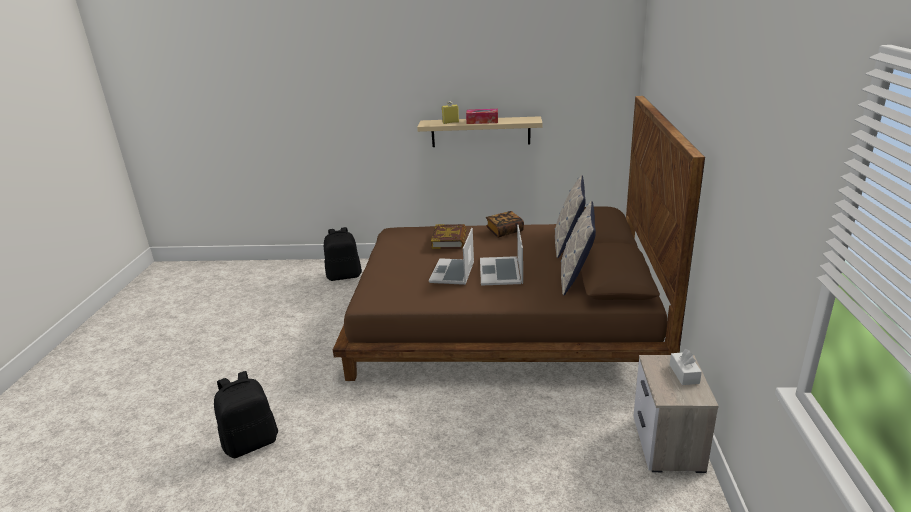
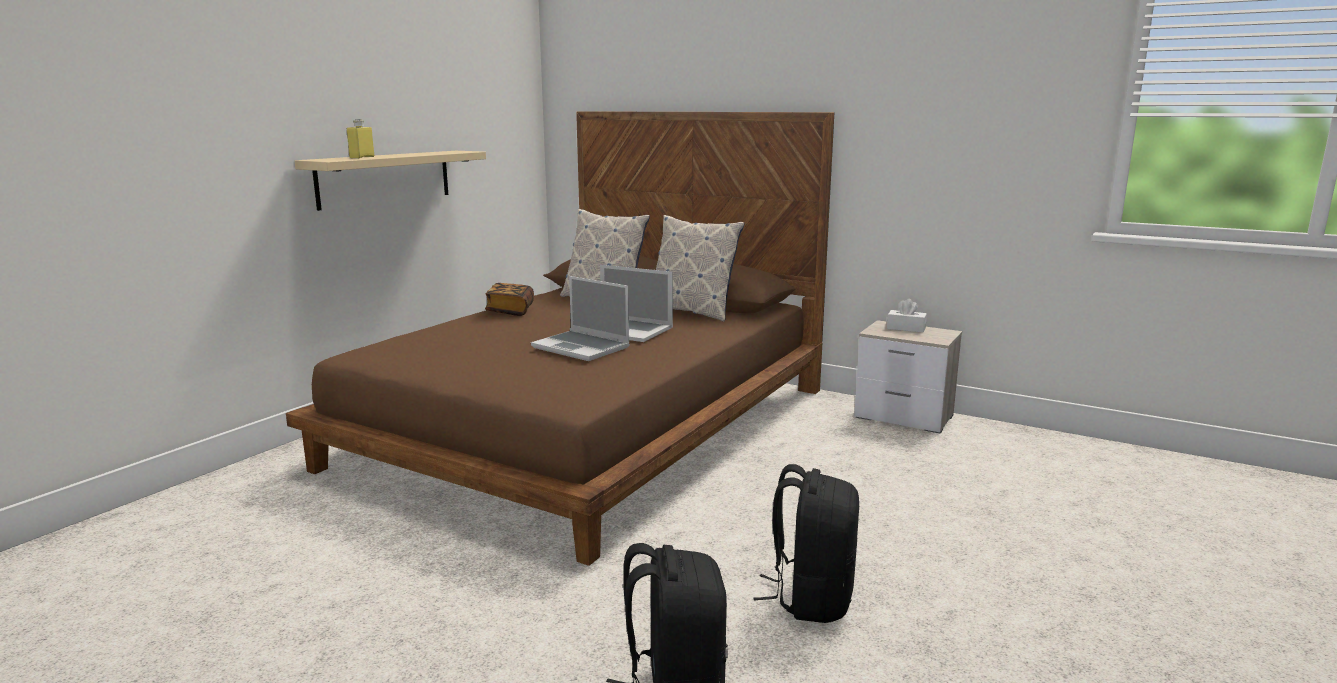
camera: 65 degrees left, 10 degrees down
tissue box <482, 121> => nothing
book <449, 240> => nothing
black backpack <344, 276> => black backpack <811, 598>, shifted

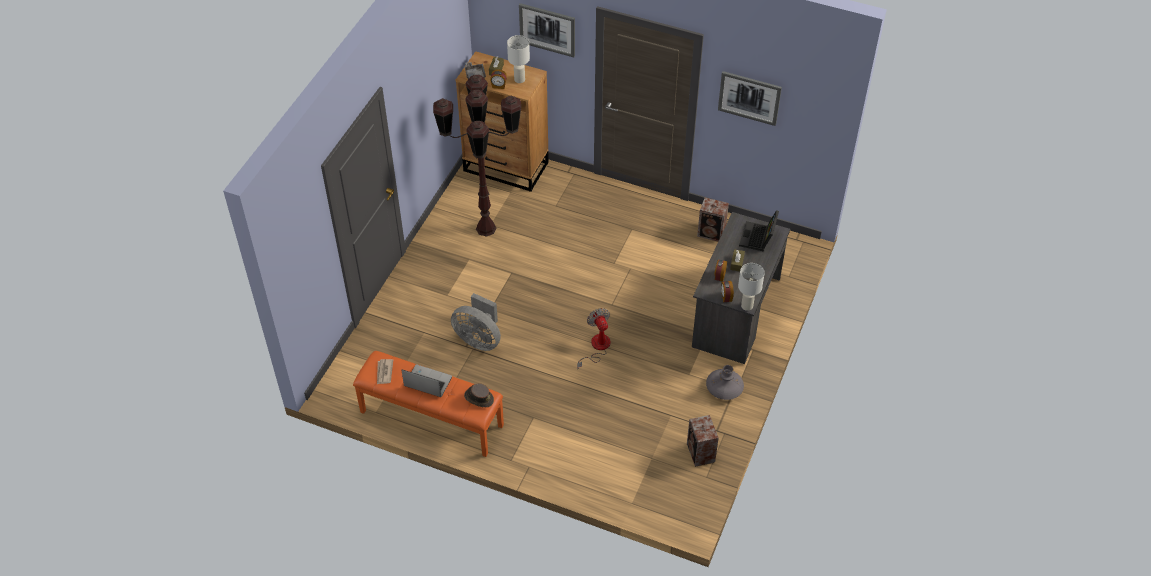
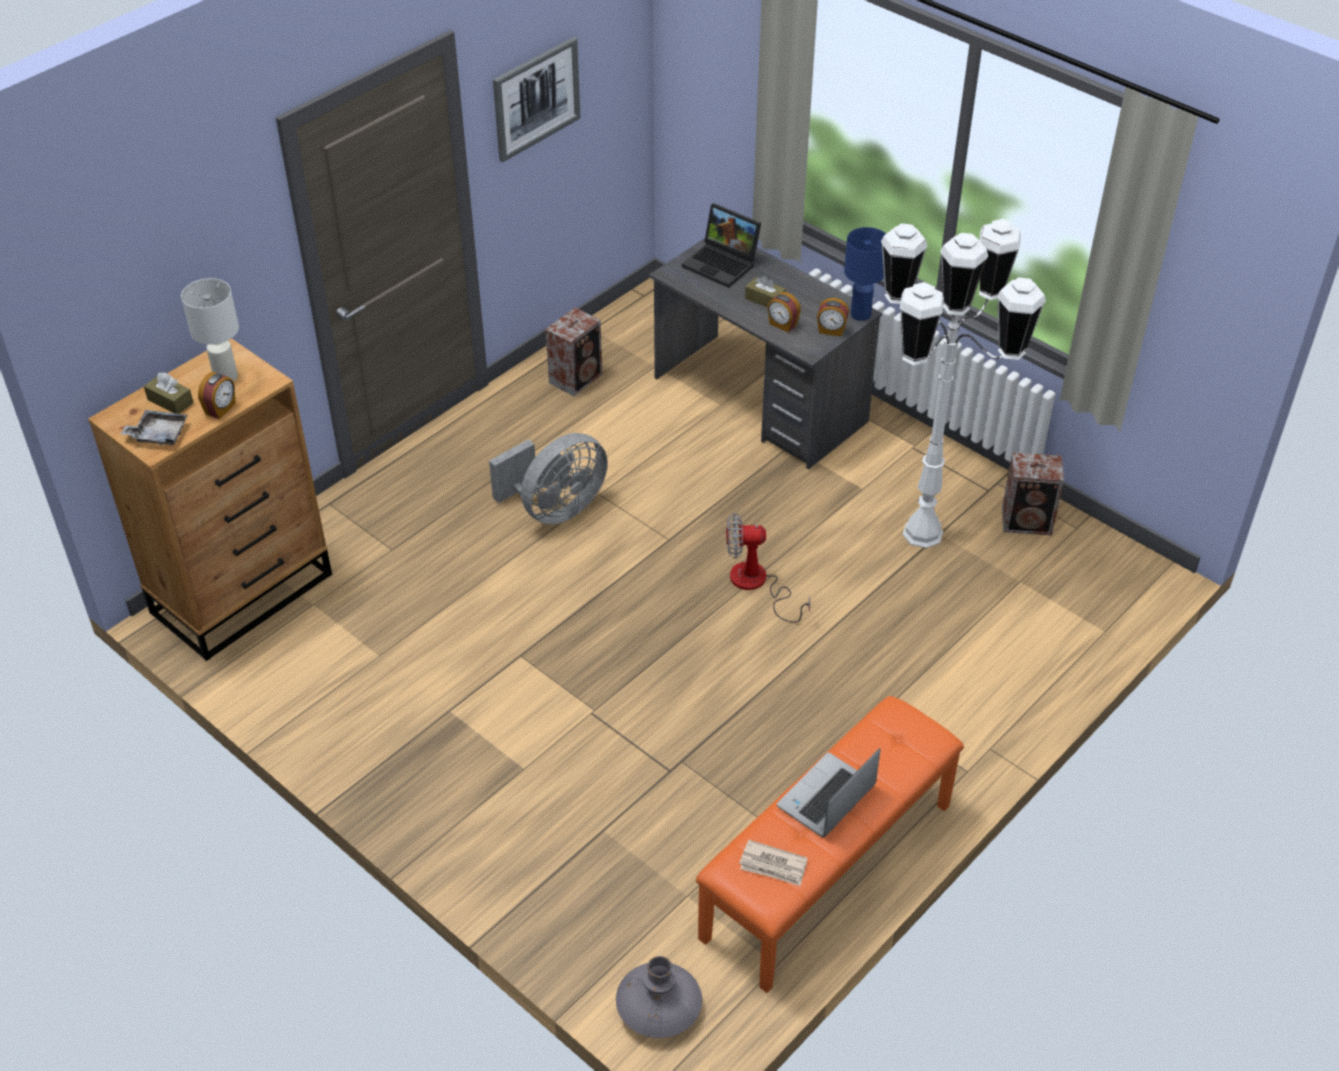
camera: 70 degrees left, 5 degrees down
picture <547, 29> => nothing
brown floor lamp <486, 229> => nothing
white table lamp <746, 305> => blue table lamp <860, 314>
grey fan <479, 339> => grey fan <555, 509>, shifted
grey vase <724, 388> => grey vase <659, 1007>, shifted
brown hat <478, 398> => nothing
nothing => white floor lamp <923, 533>

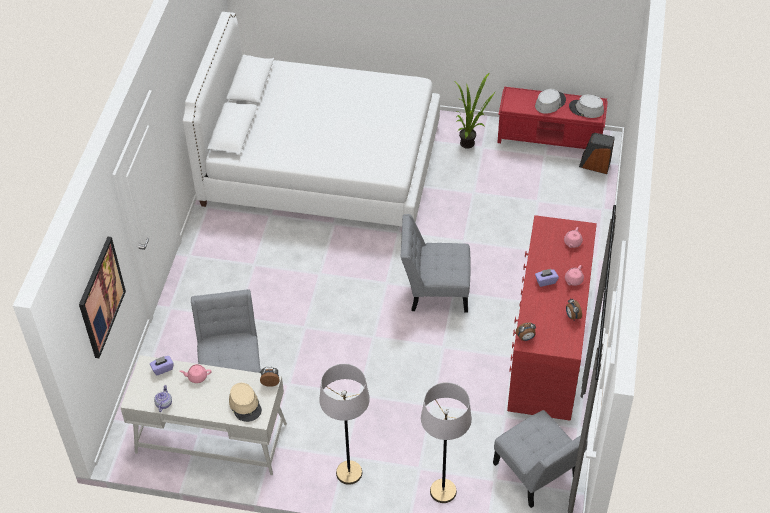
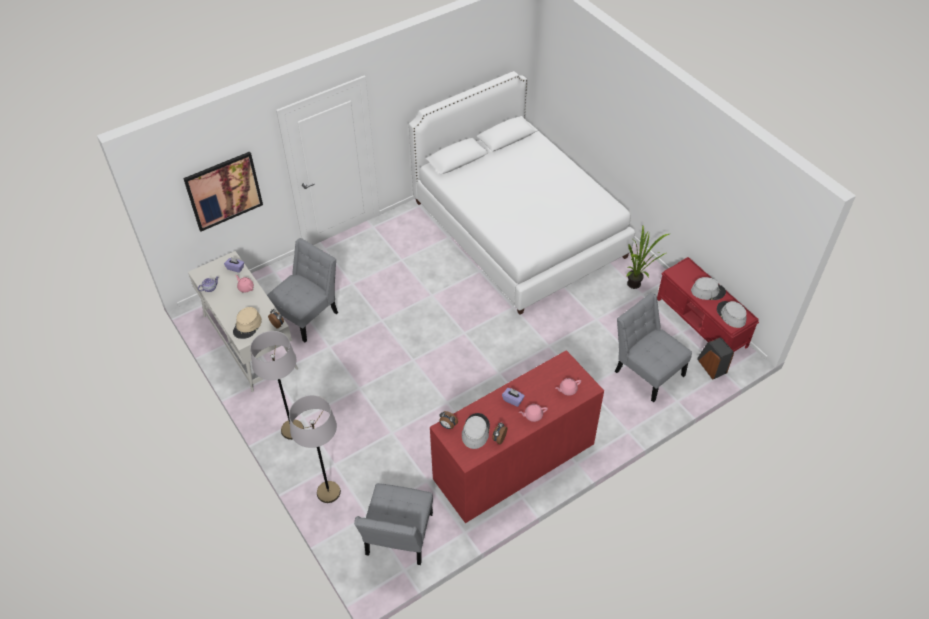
camera: 45 degrees right, 0 degrees up
grey chair <435, 290> => grey chair <646, 370>, shifted
nothing => grey hat <475, 431>

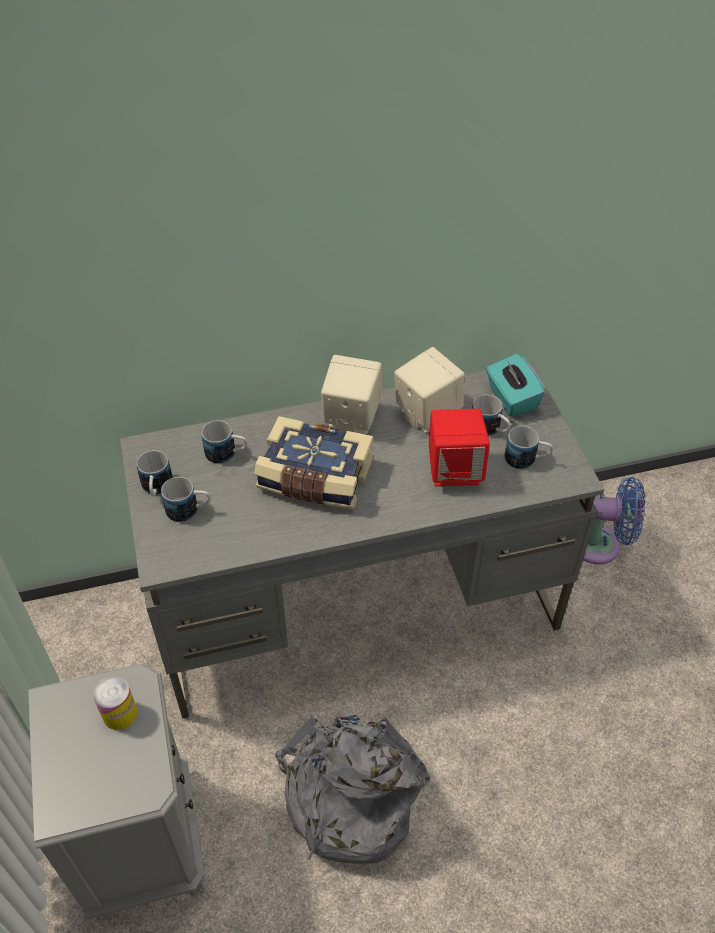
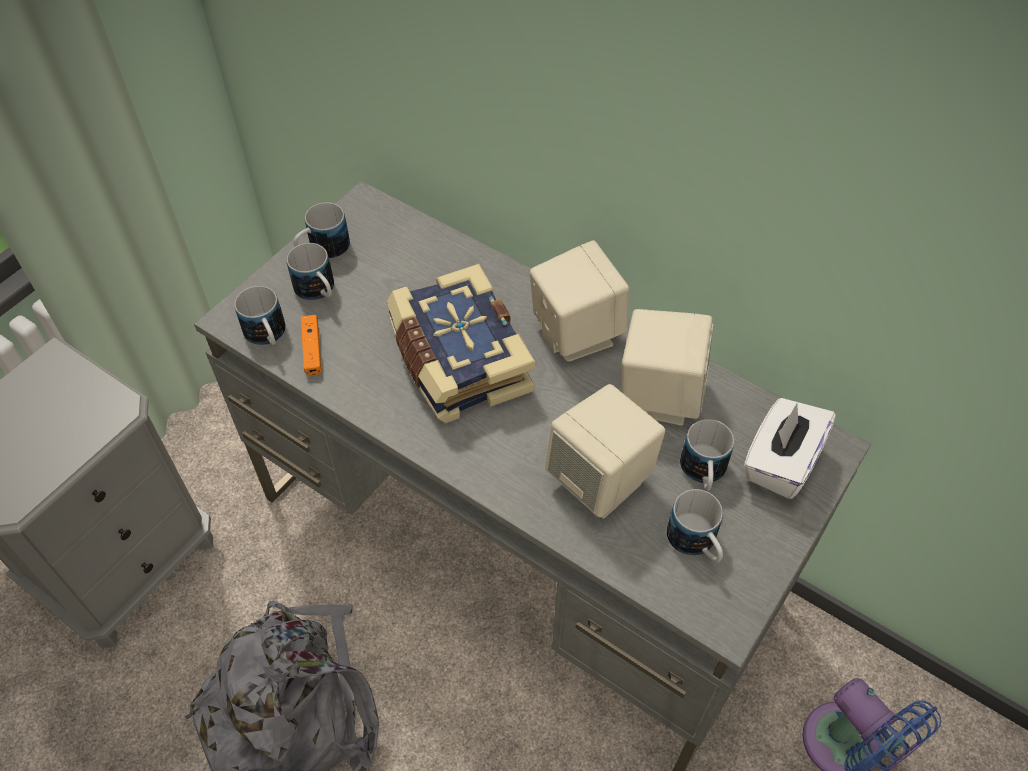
camera: 50 degrees right, 5 degrees up
turquoise tissue box <511, 399> => white tissue box <780, 462>
red speaker <455, 470> => beige speaker <601, 480>
mug <227, 454> => mug <268, 337>, shifted
can <120, 713> => nothing
nothing => orange game controller <312, 349>

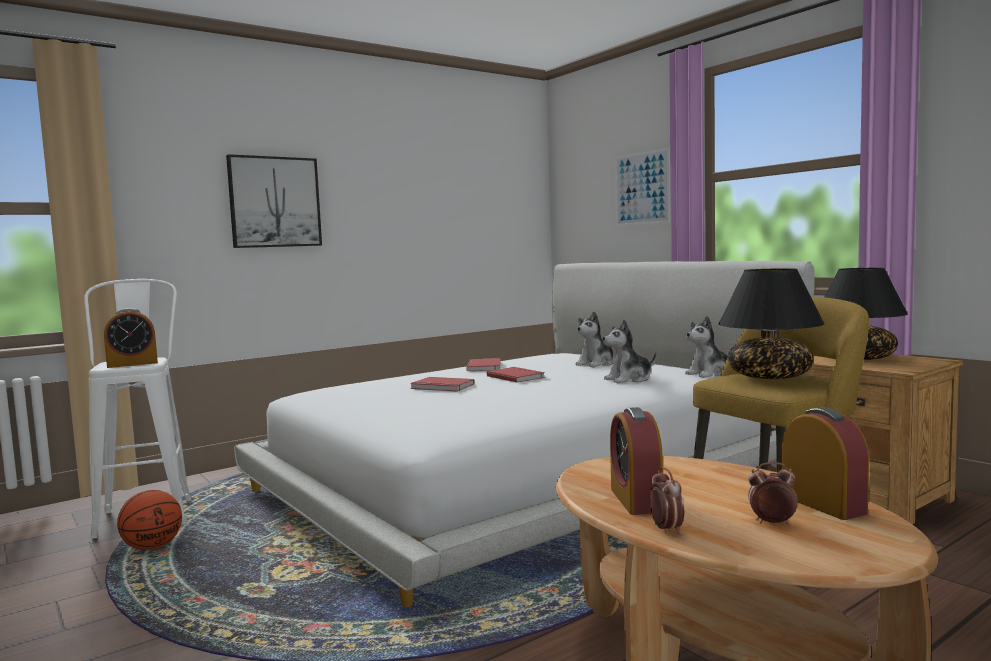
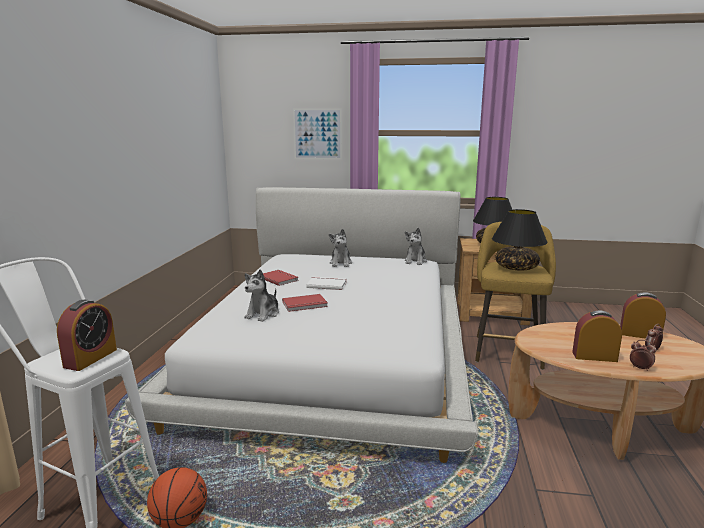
camera: 45 degrees left, 10 degrees up
picture <274, 202> => nothing
plush toy <629, 379> => plush toy <263, 314>, shifted
red book <516, 377> => white book <327, 284>
alarm clock <636, 500> => alarm clock <594, 356>, 150 degrees clockwise

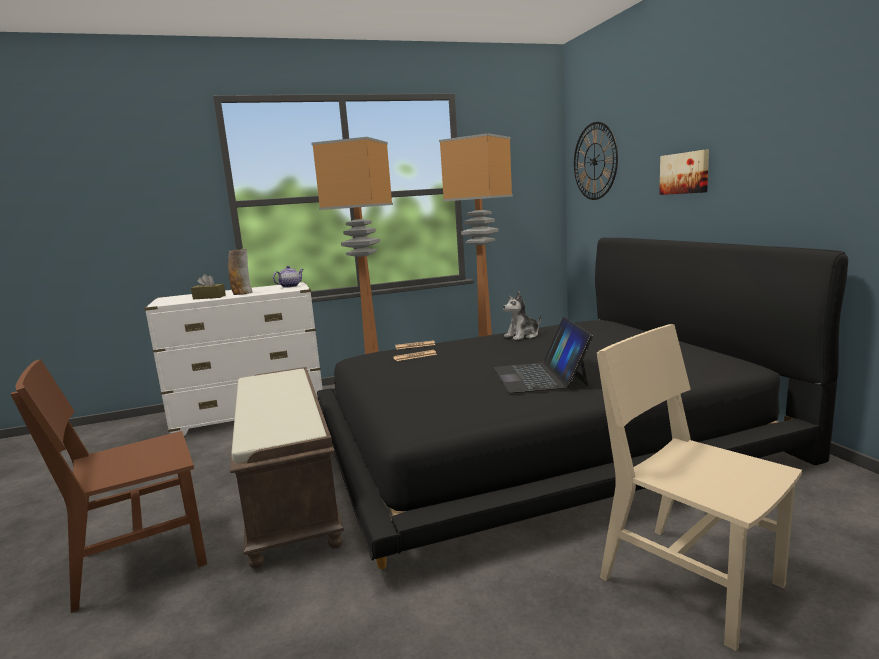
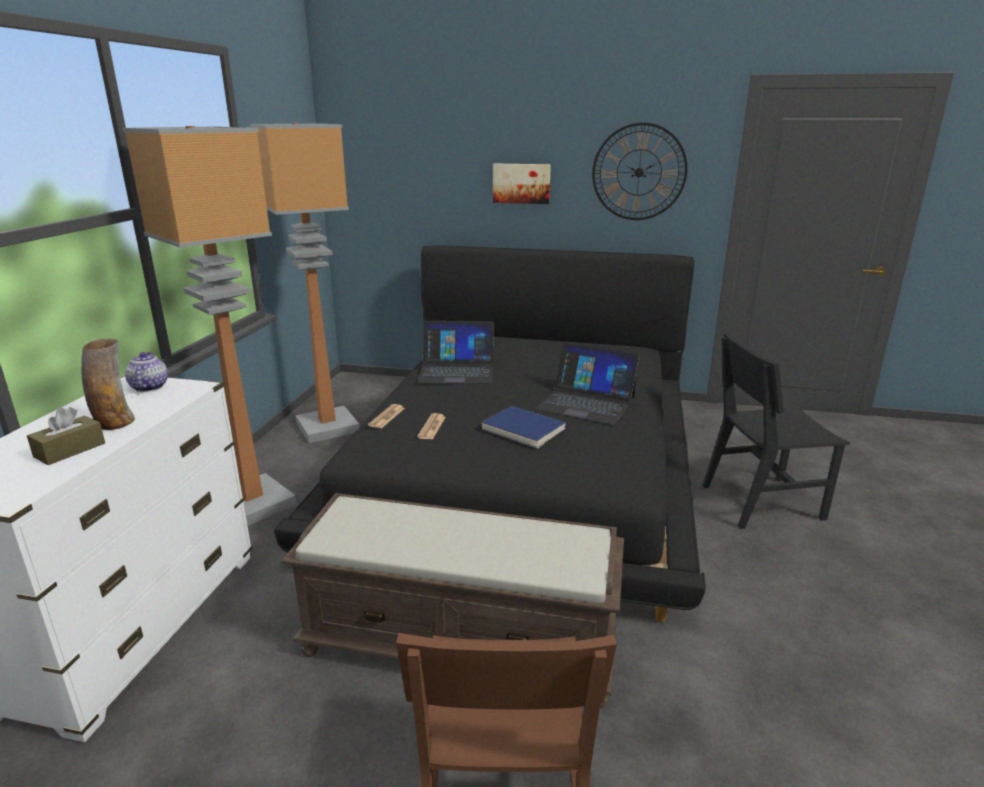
camera: 60 degrees left, 10 degrees up
wall clock <594, 161> => wall clock <639, 172>, shifted
plush toy <523, 336> => laptop <456, 371>
beige chair <690, 580> => black chair <761, 502>
nothing => blue book <523, 430>

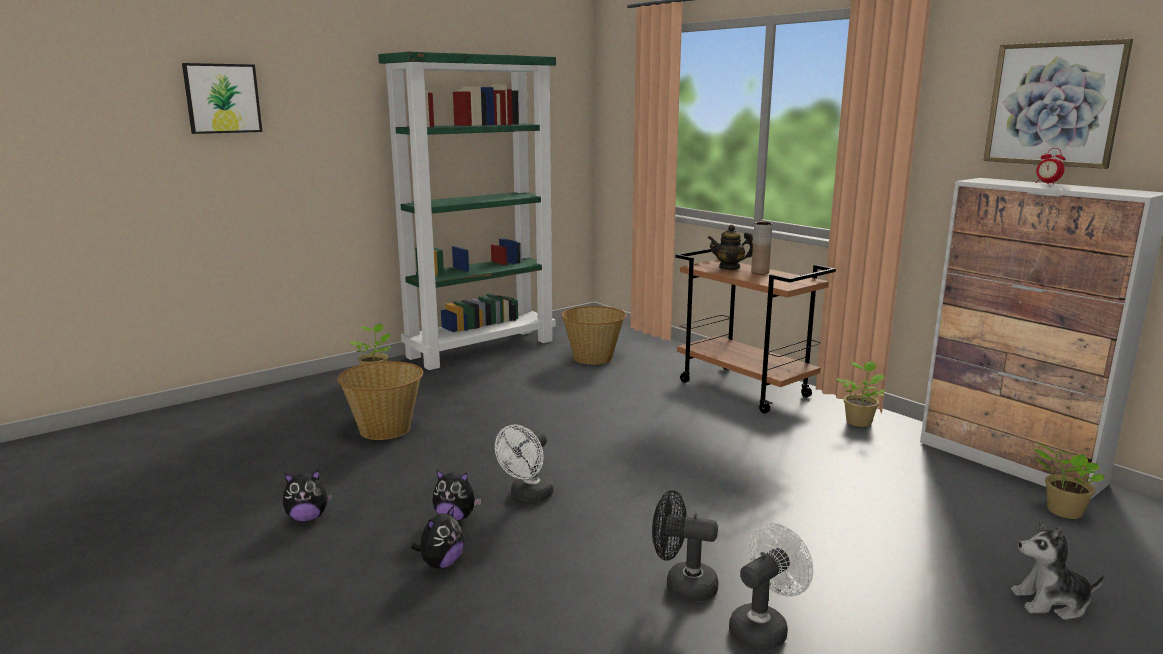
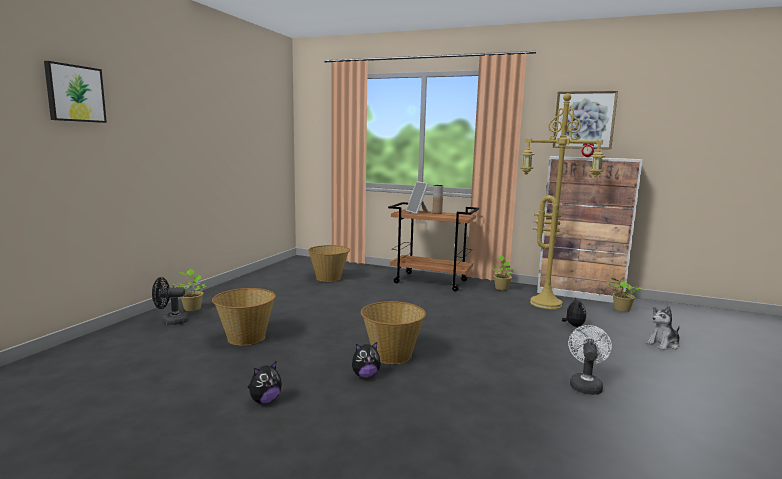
camera: 30 degrees left, 5 degrees down
green bookcase <481, 348> => nothing
teapot <729, 267> => picture frame <417, 212>
white fan <527, 496> => basket <392, 355>
black fan <682, 585> => black fan <171, 322>, shifted
plush toy <441, 563> => plush toy <573, 325>, shifted
nothing => yellow floor lamp <547, 303>

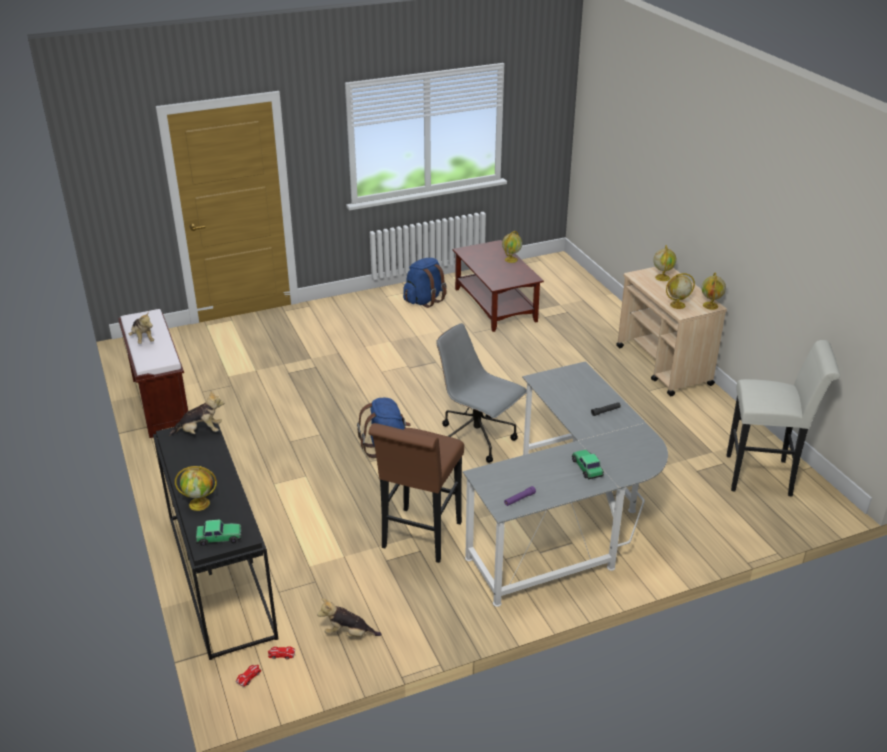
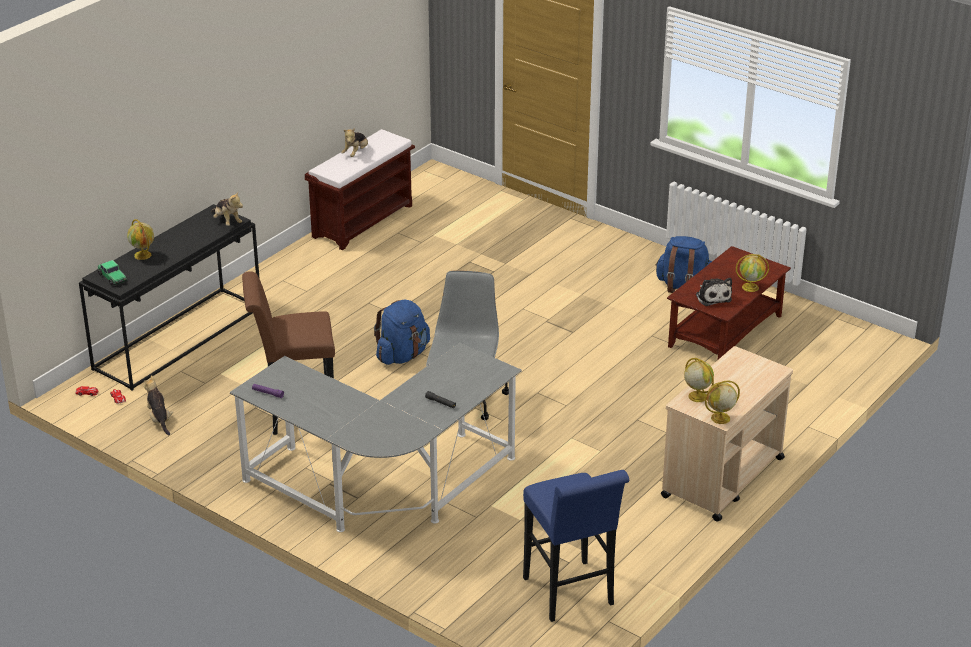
camera: 60 degrees right, 0 degrees up
globe <662, 277> => nothing
white stool <765, 476> => blue stool <571, 595>
toy car <587, 467> => nothing
nothing => plush toy <712, 297>

